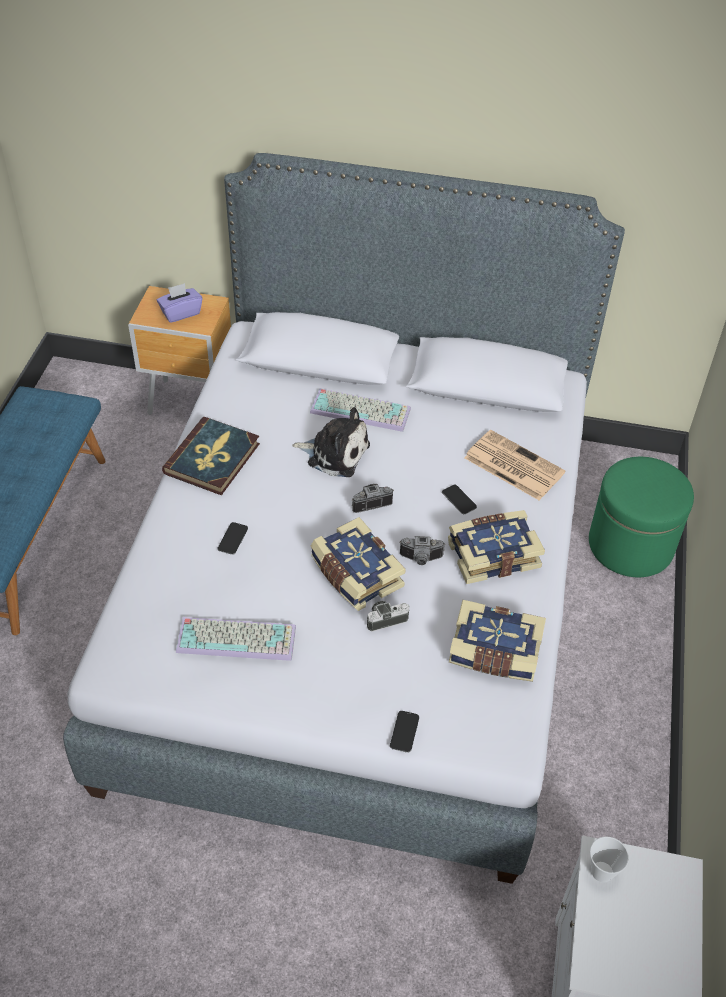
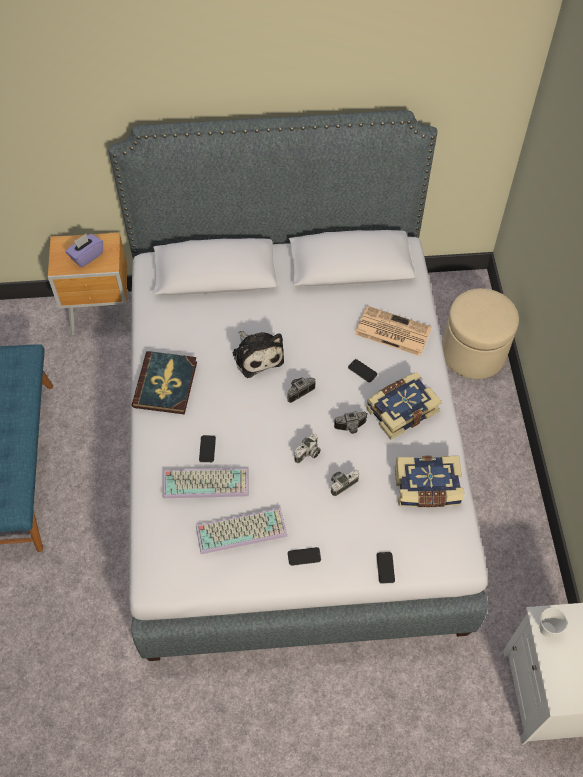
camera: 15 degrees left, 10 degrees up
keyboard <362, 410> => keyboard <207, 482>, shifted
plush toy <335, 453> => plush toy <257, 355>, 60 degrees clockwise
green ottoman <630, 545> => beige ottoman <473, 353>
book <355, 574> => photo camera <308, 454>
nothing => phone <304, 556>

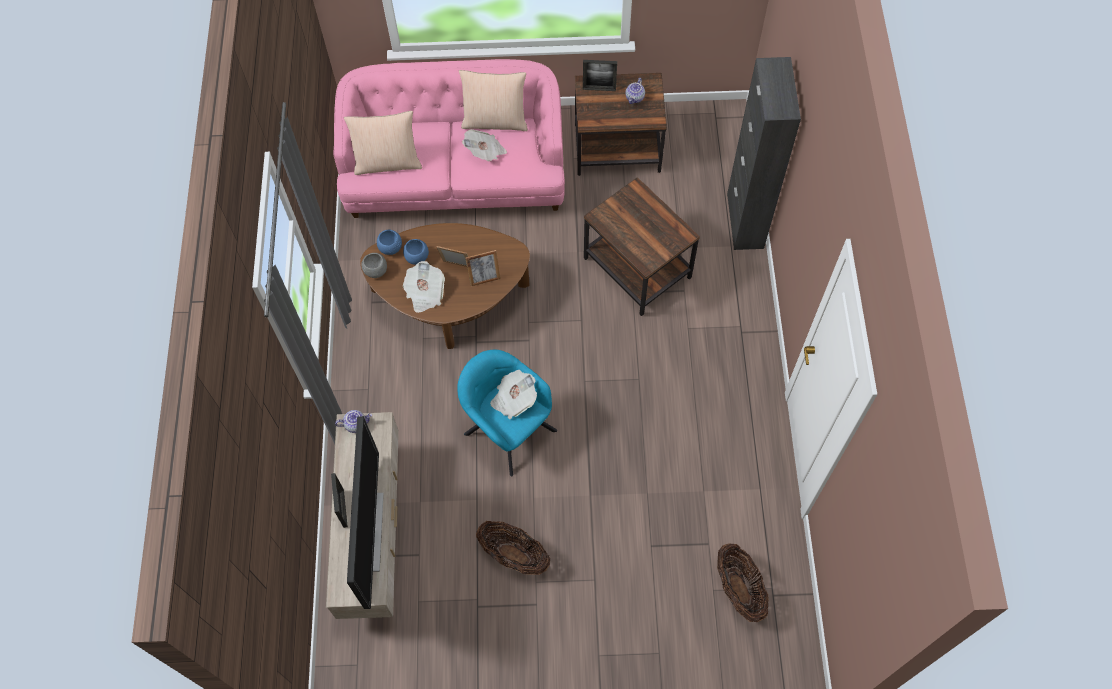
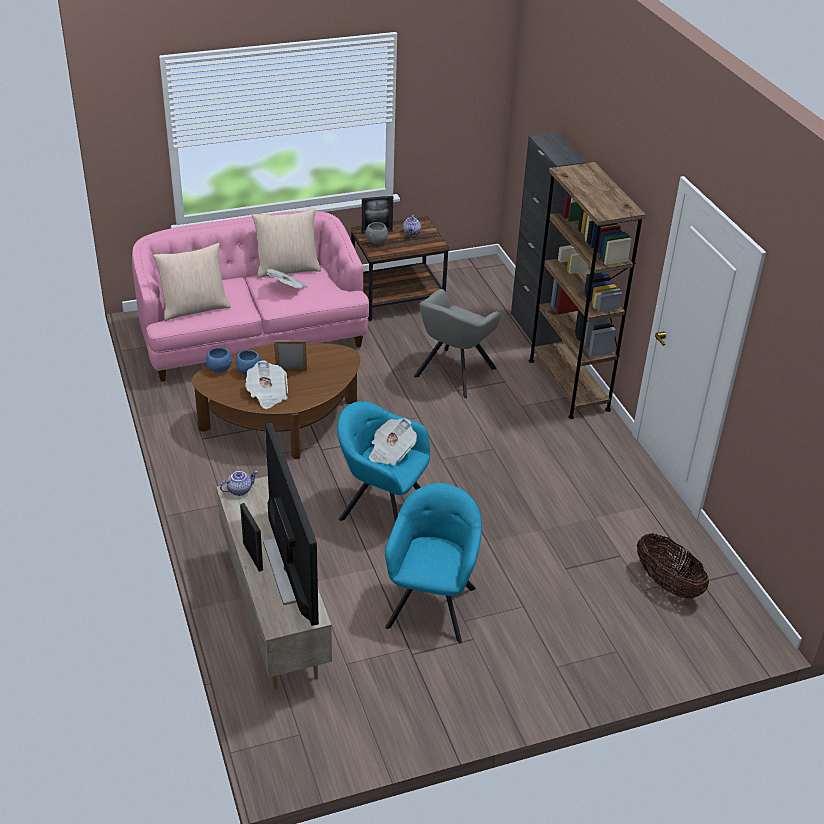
camera: 20 degrees left, 25 degrees down
brown side table <636, 269> => grey armchair <453, 374>
picture frame <484, 278> => nothing
grey bowl <376, 271> => grey bowl <376, 241>, shifted
basket <514, 555> => turquoise armchair <432, 604>
nothing => brown bookcase <568, 385>

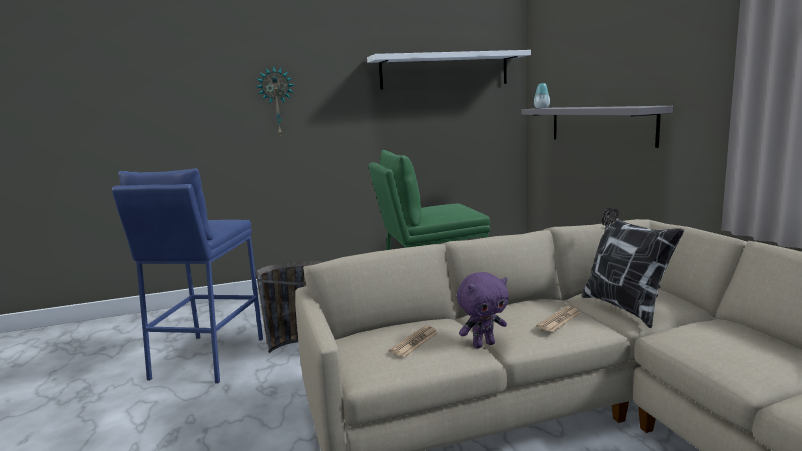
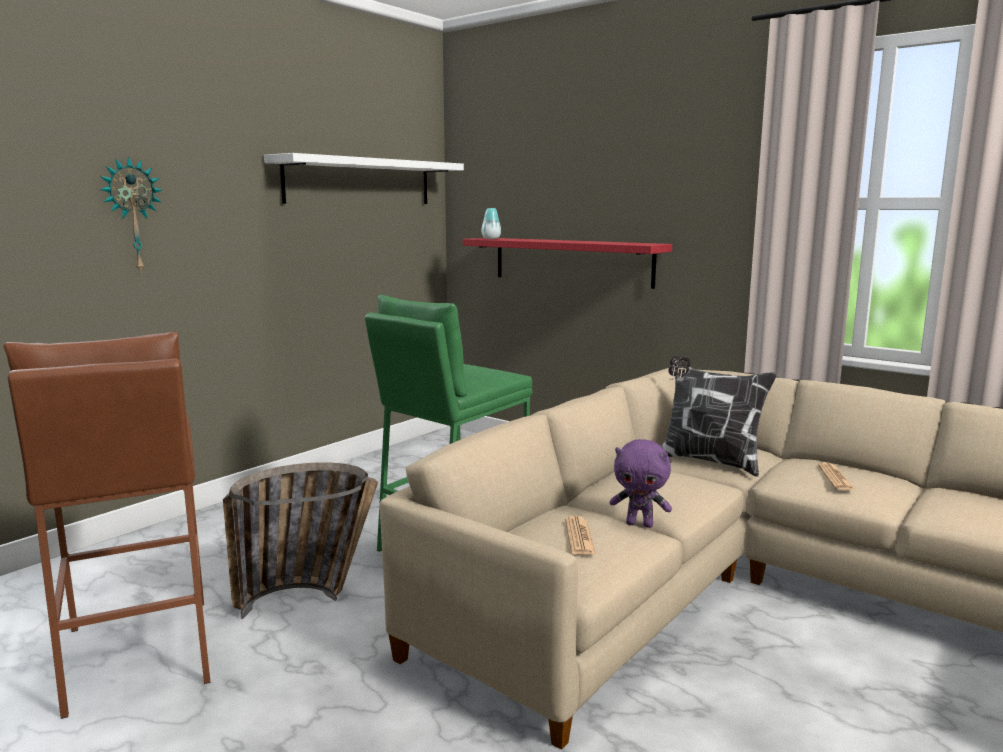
camera: 35 degrees left, 0 degrees up
grey shelf <600, 125> => red shelf <571, 261>
blue stool <207, 358> => brown stool <138, 654>
purple plush toy <483, 344> => purple plush toy <640, 524>, 75 degrees clockwise
newspaper <559, 320> => newspaper <835, 477>, shifted

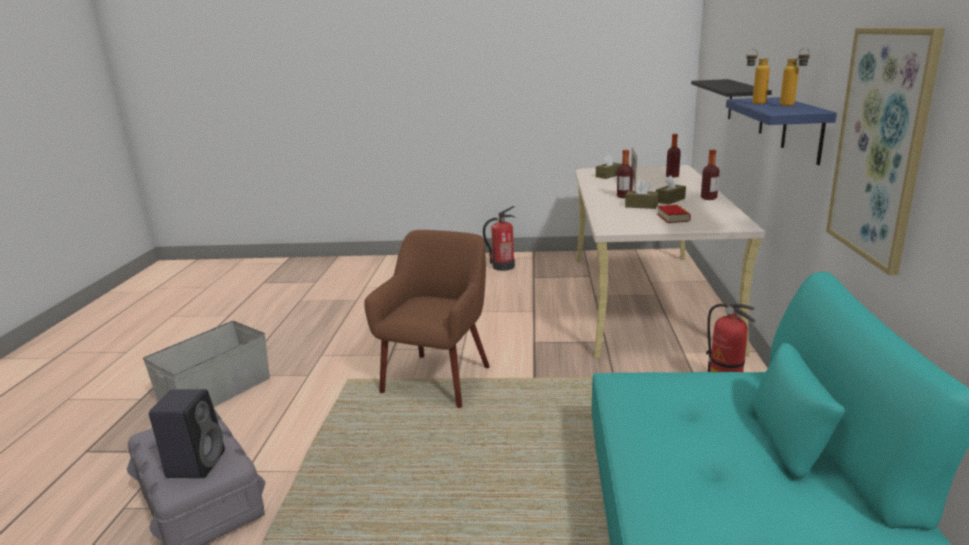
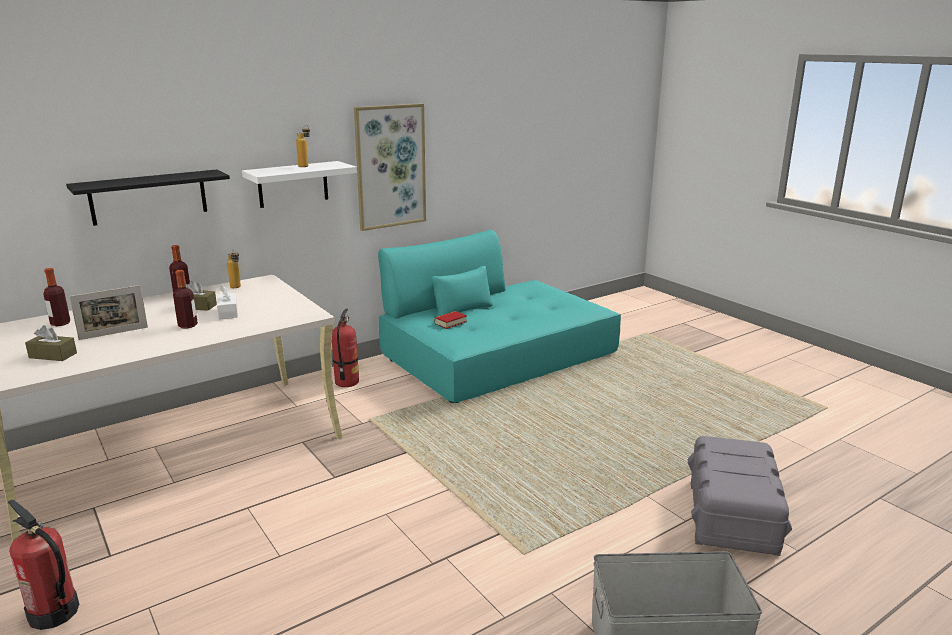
camera: 130 degrees left, 0 degrees up
bottle <753, 103> => bottle <237, 288>, shifted
blue shelf <803, 130> => white shelf <293, 184>
brown tissue box <641, 206> => white tissue box <228, 312>
book <673, 217> => book <450, 323>, shifted
brown armchair <438, 379> => nothing
black speaker <196, 463> => nothing

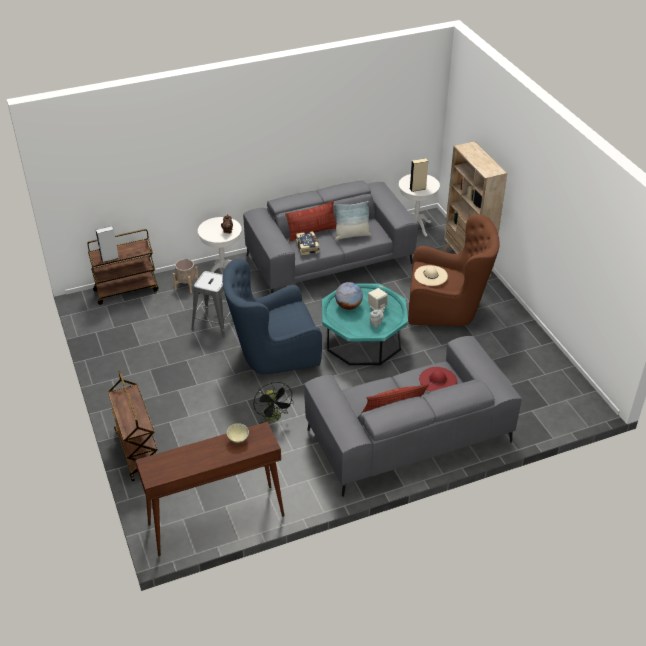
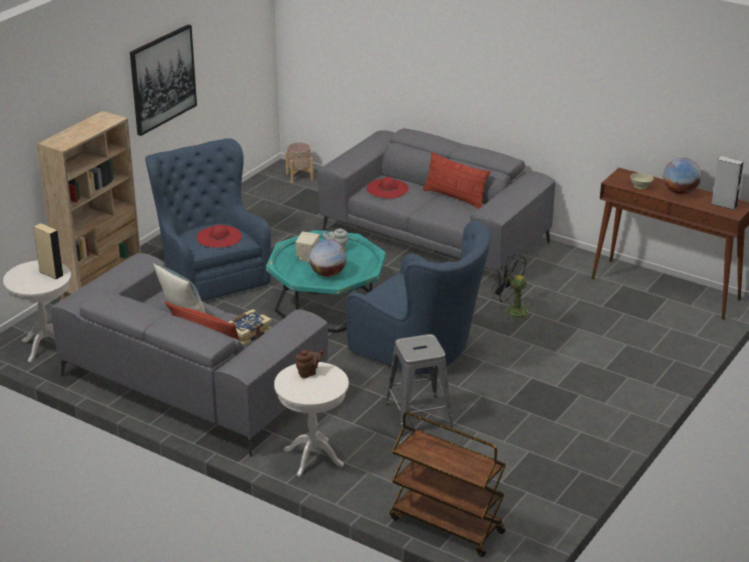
camera: 125 degrees left, 10 degrees down
brown armchair <447, 308> => blue armchair <210, 274>
grey speaker <109, 258> => grey speaker <724, 205>, shifted
beige planter <186, 286> => beige planter <299, 177>, shifted
beige hat <431, 275> => red hat <219, 237>
brown cart <137, 451> => nothing
black fan <274, 418> => black fan <511, 310>, 90 degrees counterclockwise
nothing => picture <162, 79>
nothing => globe <680, 192>

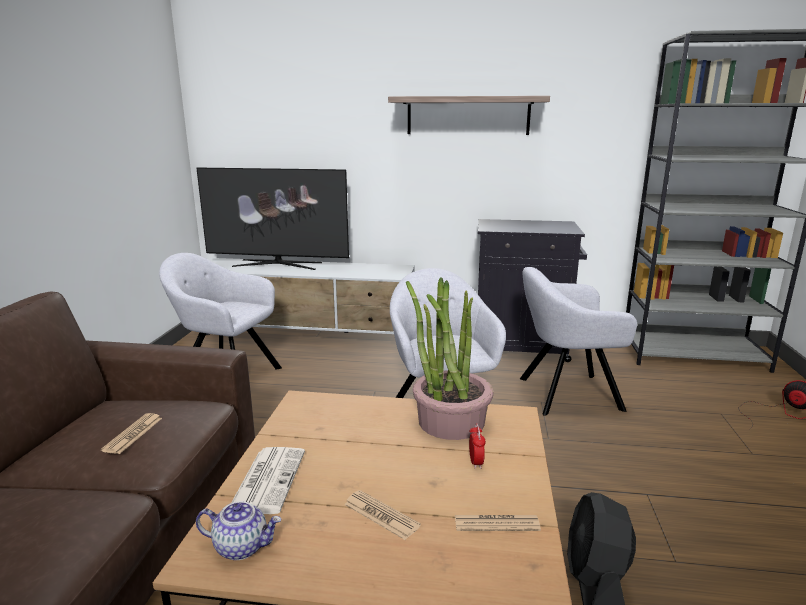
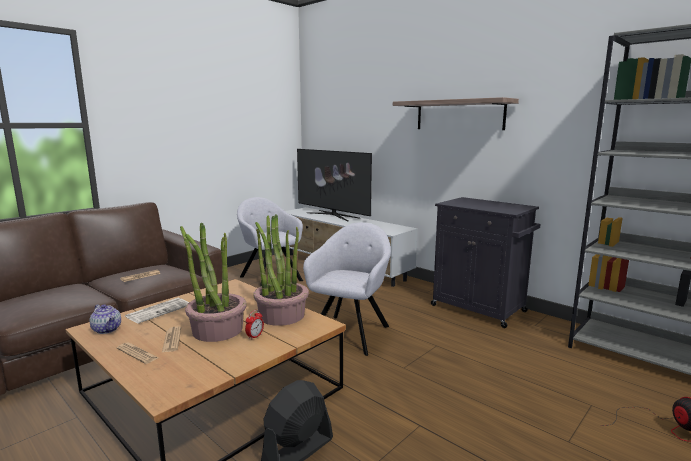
camera: 35 degrees right, 5 degrees down
grey armchair <565, 394> => nothing
newspaper <496, 523> => newspaper <137, 353>, shifted
nothing => potted plant <217, 330>

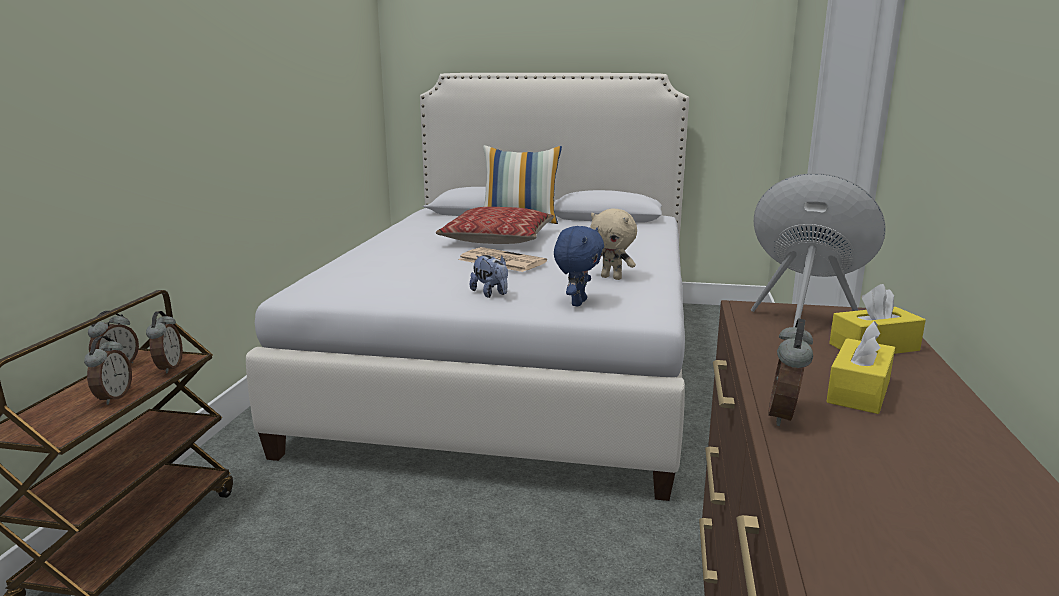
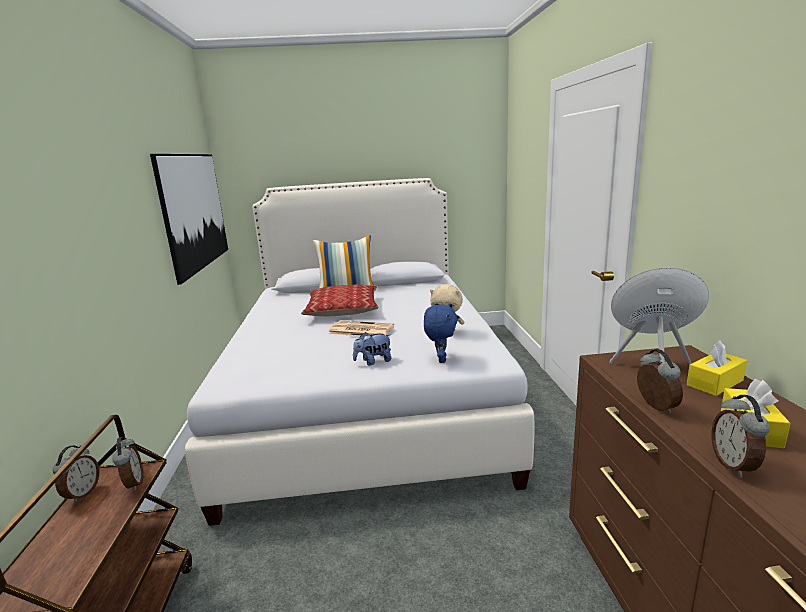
camera: 15 degrees left, 0 degrees up
plush toy <491, 294> => plush toy <373, 361>, 120 degrees clockwise
alarm clock <113, 397> => alarm clock <654, 407>, shifted
nothing => picture <195, 211>

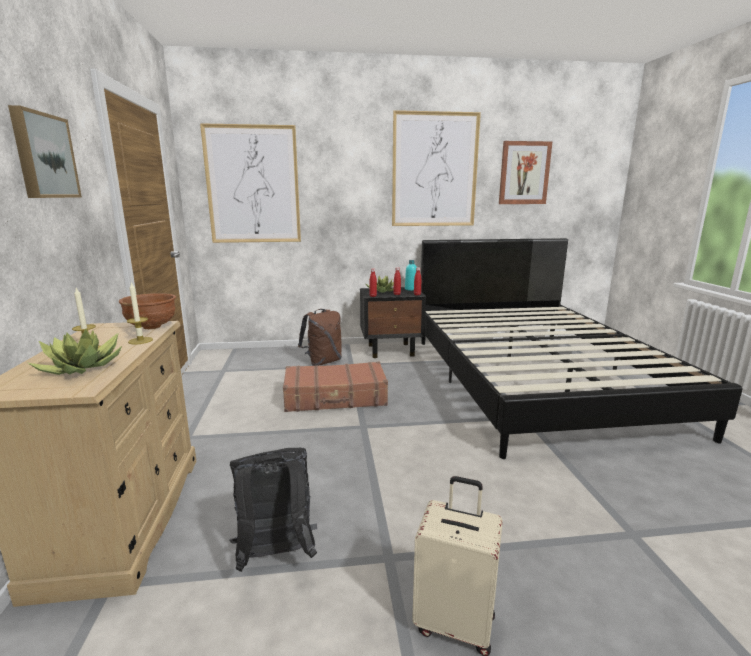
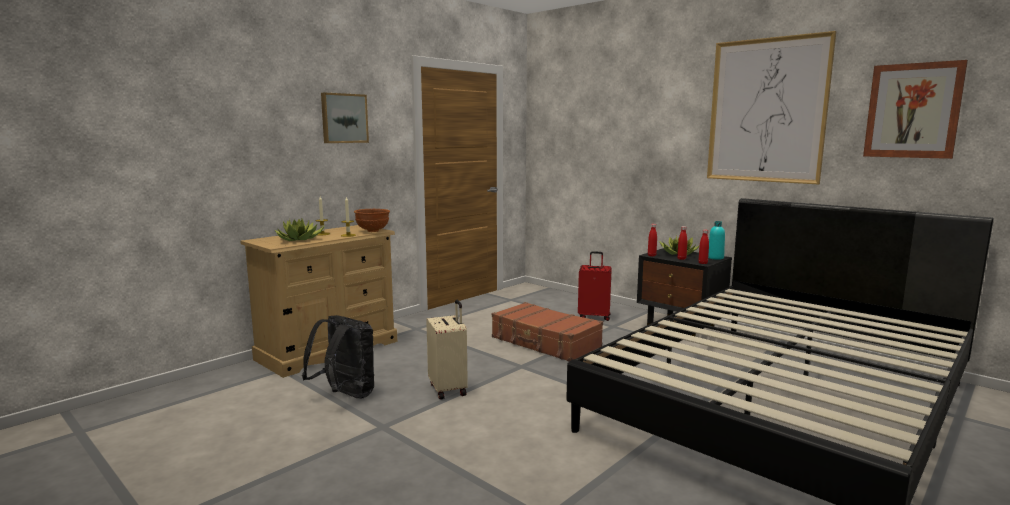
camera: 50 degrees right, 5 degrees down
picture <253, 185> => nothing
brown backpack <323, 362> => red suitcase <594, 316>
beige suitcase <455, 622> => beige suitcase <449, 389>, shifted

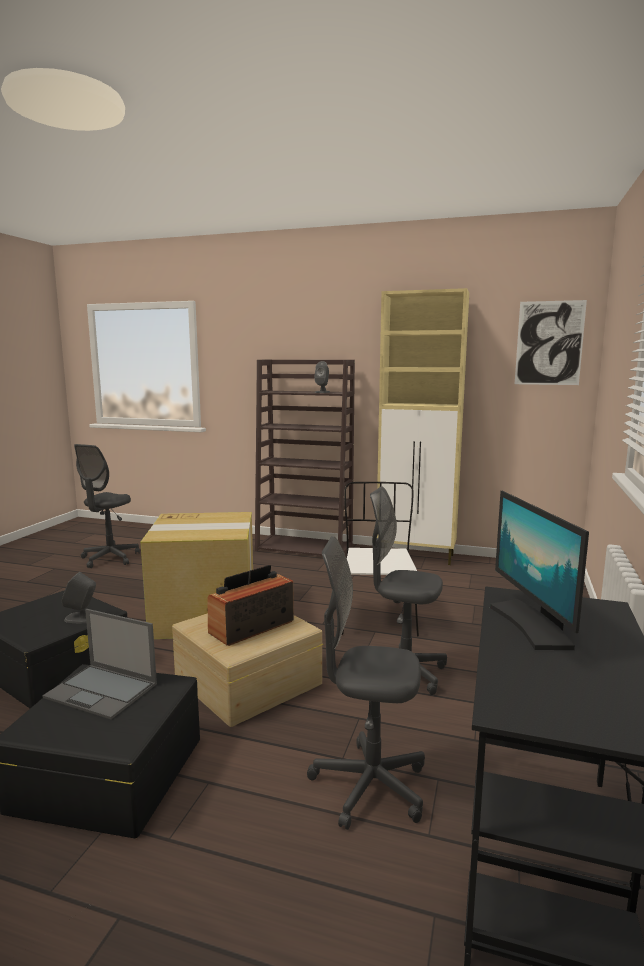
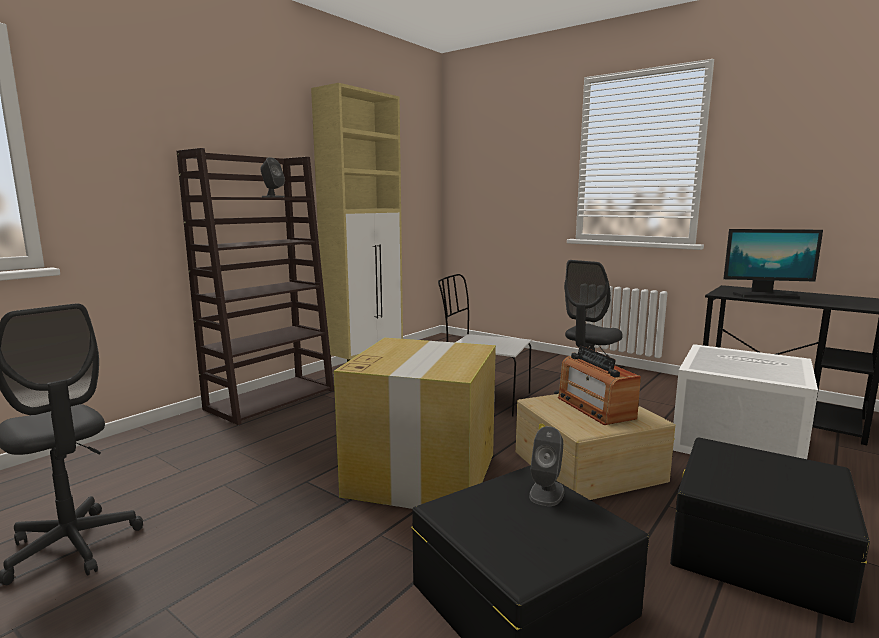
camera: 70 degrees left, 0 degrees up
picture <549, 343> => nothing
grey office chair <369, 786> => white storage box <735, 442>
laptop <102, 691> => nothing

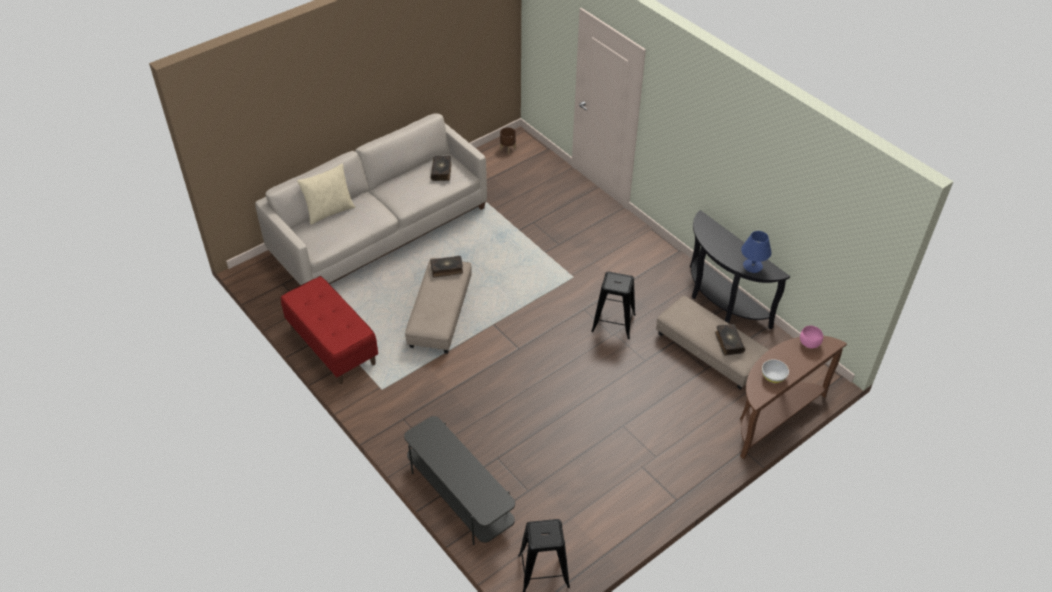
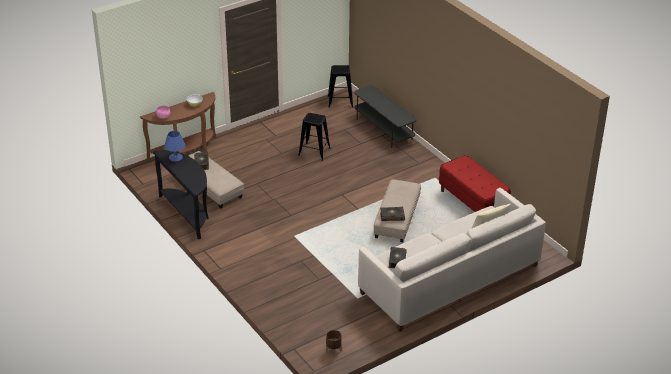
camera: 175 degrees left, 10 degrees down
black stool <613, 323> => black stool <314, 151>, shifted

